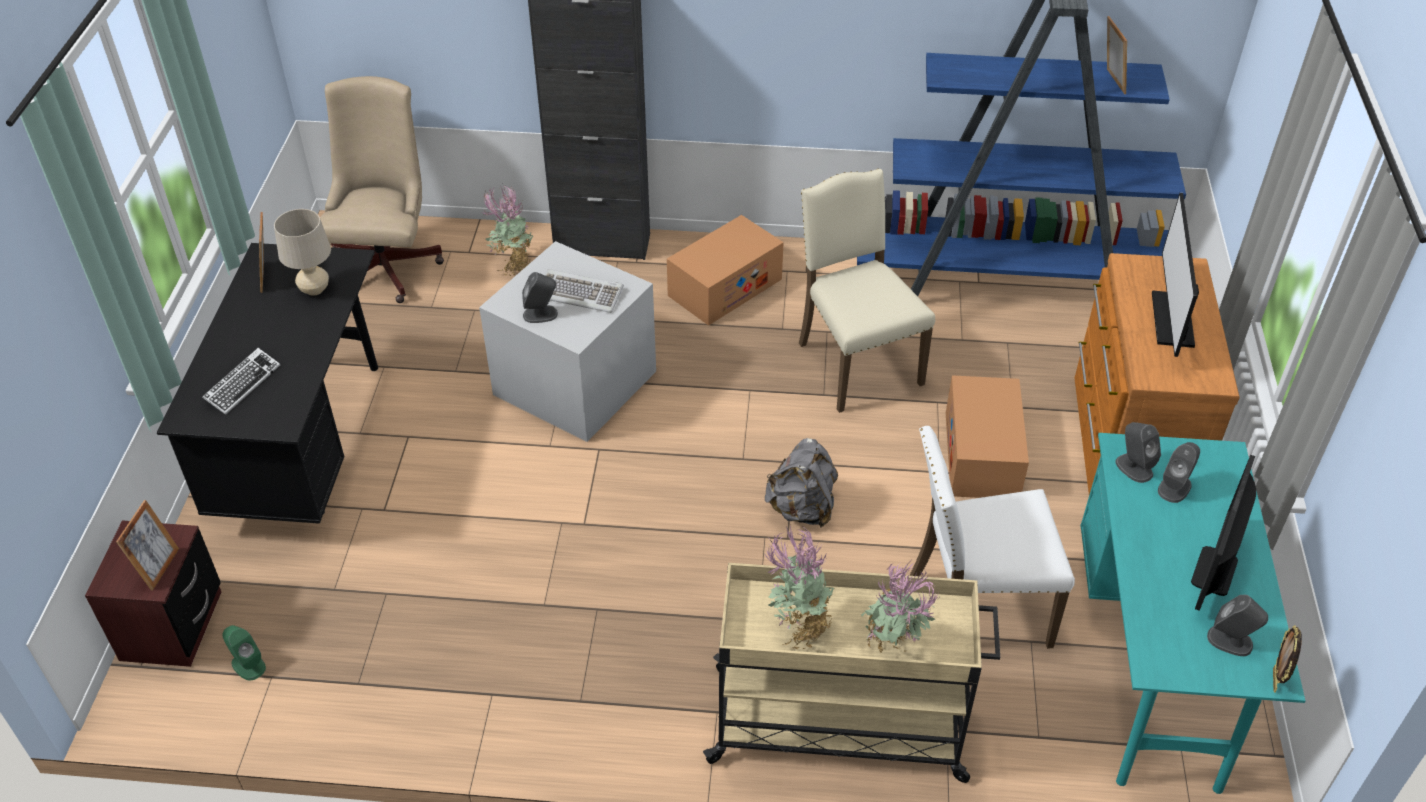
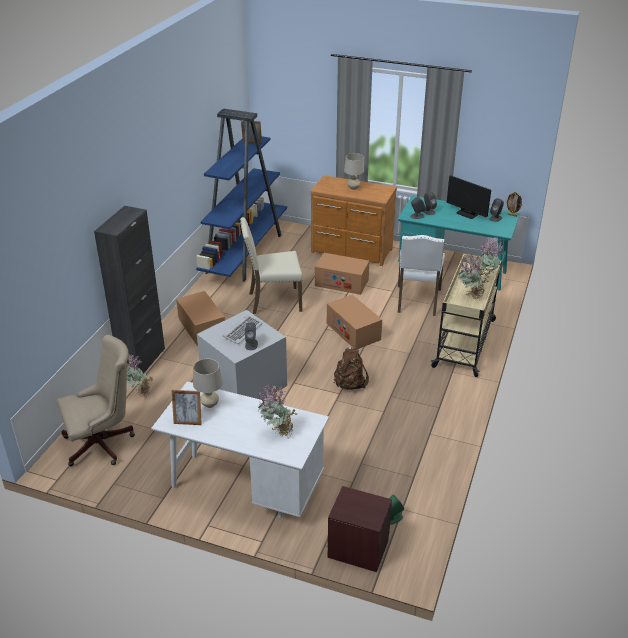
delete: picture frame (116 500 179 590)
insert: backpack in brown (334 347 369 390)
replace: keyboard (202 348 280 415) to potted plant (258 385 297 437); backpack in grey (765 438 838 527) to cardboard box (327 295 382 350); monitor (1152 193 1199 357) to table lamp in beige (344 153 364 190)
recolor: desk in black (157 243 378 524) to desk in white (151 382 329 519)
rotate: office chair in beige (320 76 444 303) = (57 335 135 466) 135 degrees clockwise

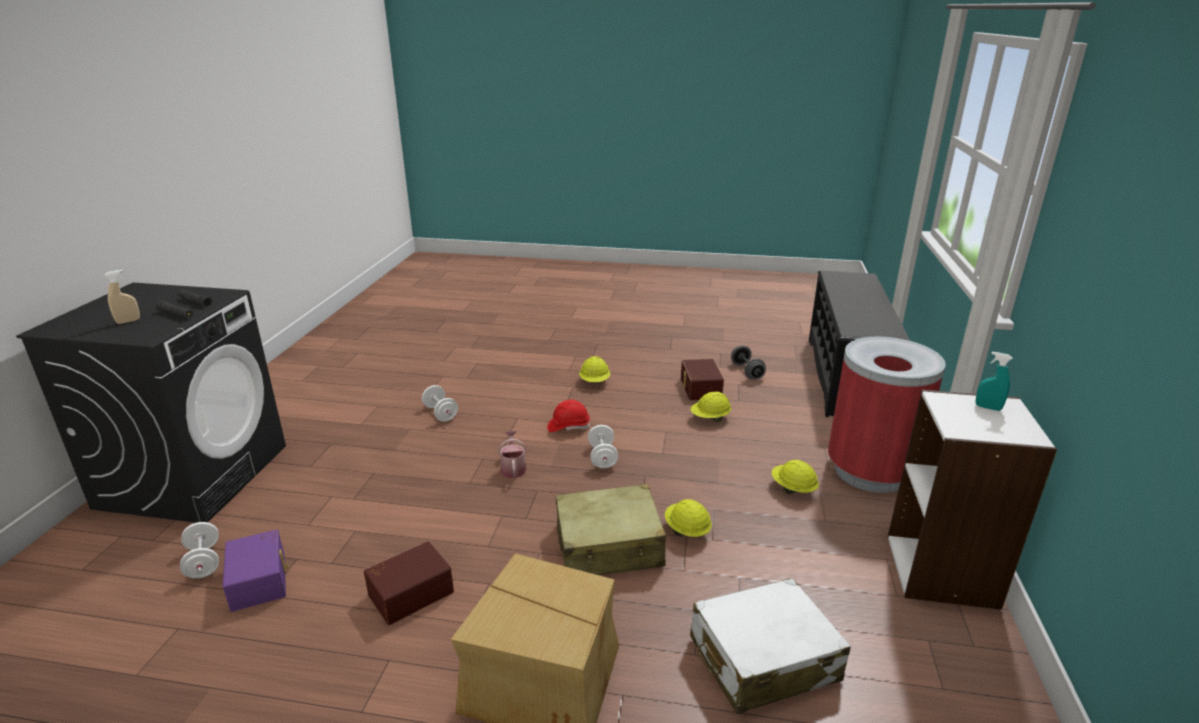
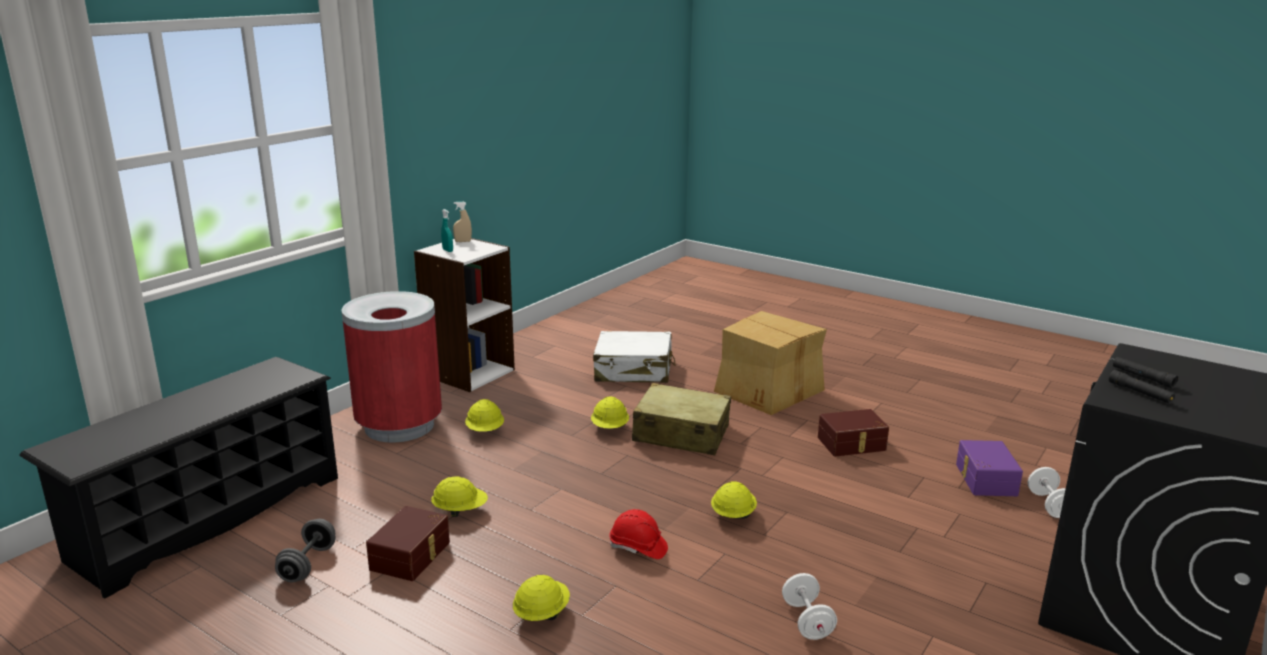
delete: dumbbell in white (588 425 618 468)
move: spray bottle in beige (105 269 140 324) to (453 202 472 242)
replace: watering can (498 431 527 478) to hard hat in yellow (711 481 757 519)

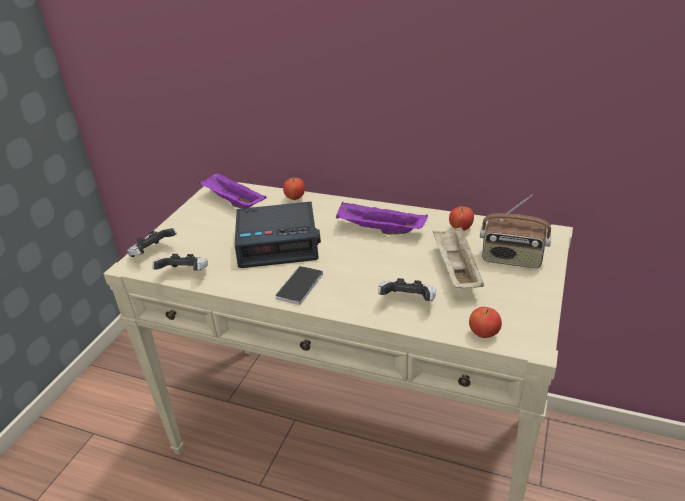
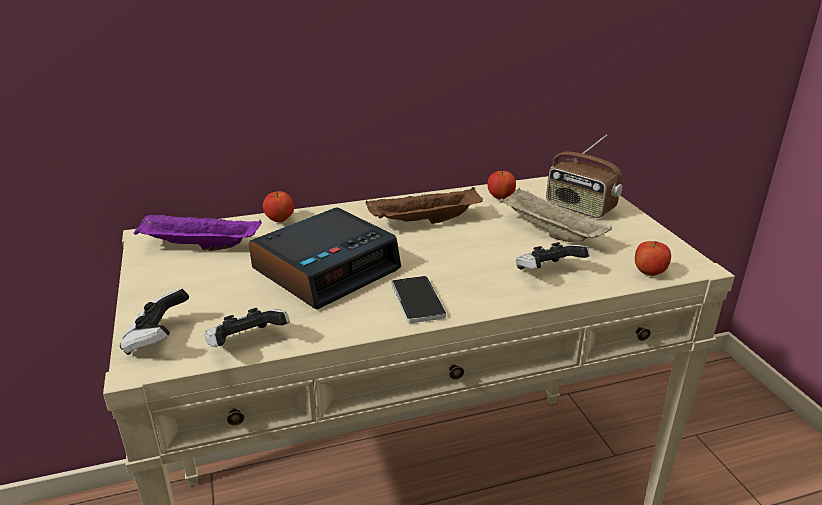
recolor: tray in purple (336 202 428 234) to tray in brown (366 187 483 224)
rotate: radio (480 195 552 268) = (546 135 622 218) 60 degrees clockwise

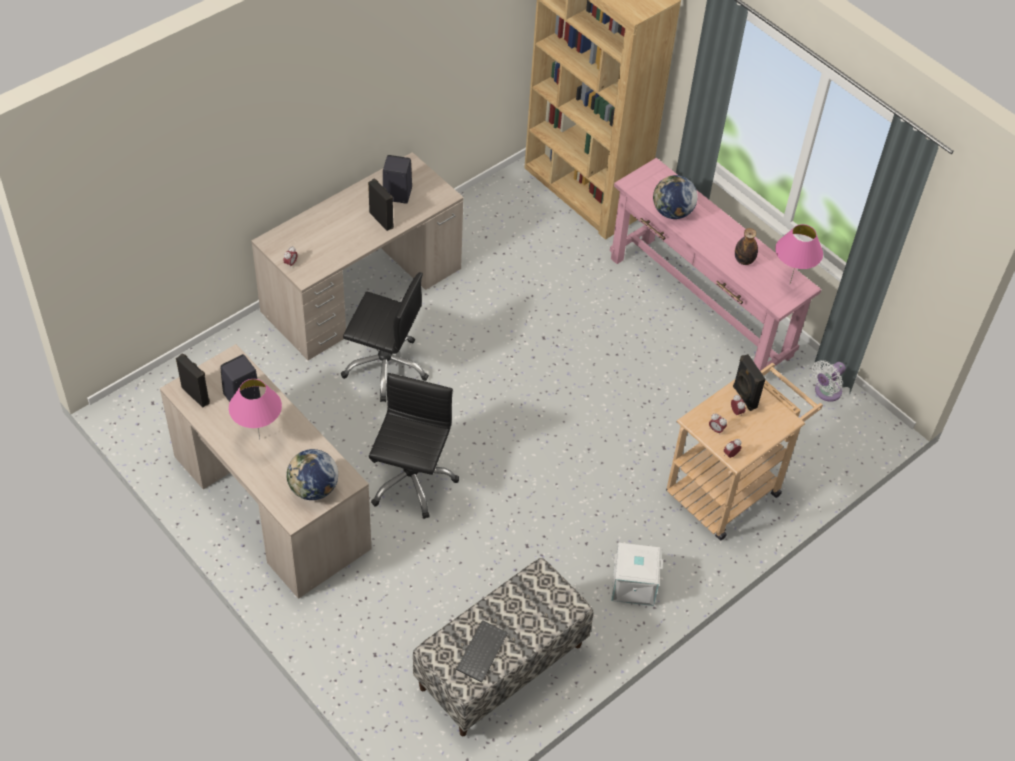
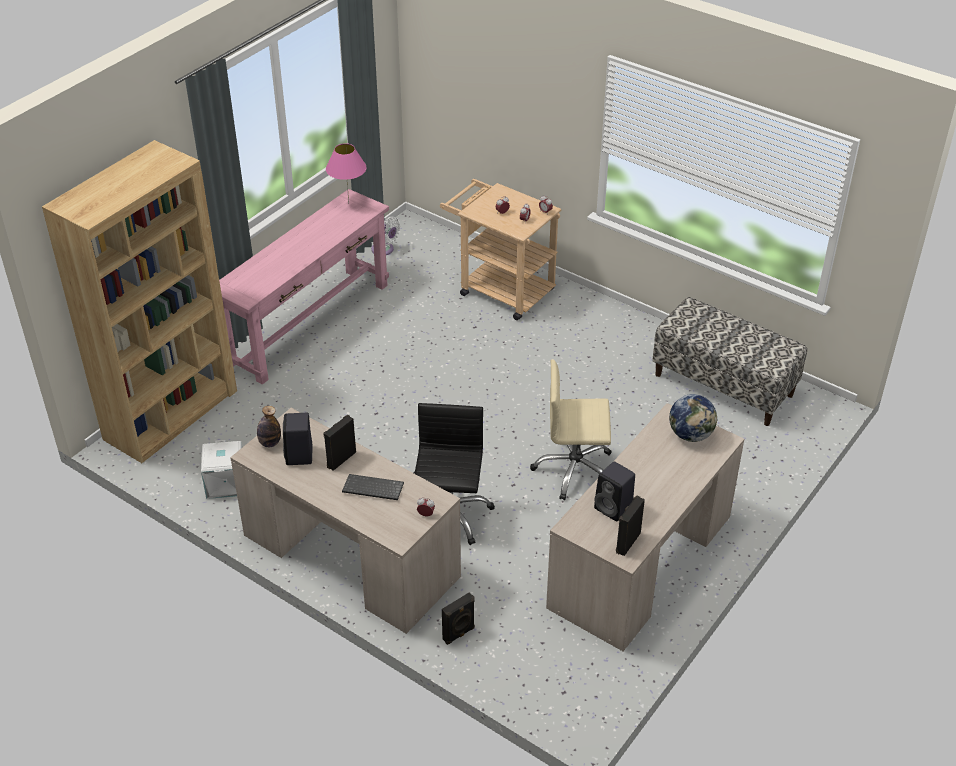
delete: table lamp in pink (229 379 282 439); globe (653 175 698 219)
move: storage box in white (611 542 663 606) to (201 440 242 499); bottle (735 228 758 265) to (257 406 281 447); keyboard (456 620 508 682) to (342 474 404 500); speaker in black (733 354 765 411) to (442 593 475 645)
recolor: office chair in black (369 373 459 519) to office chair in beige (530 359 612 500)

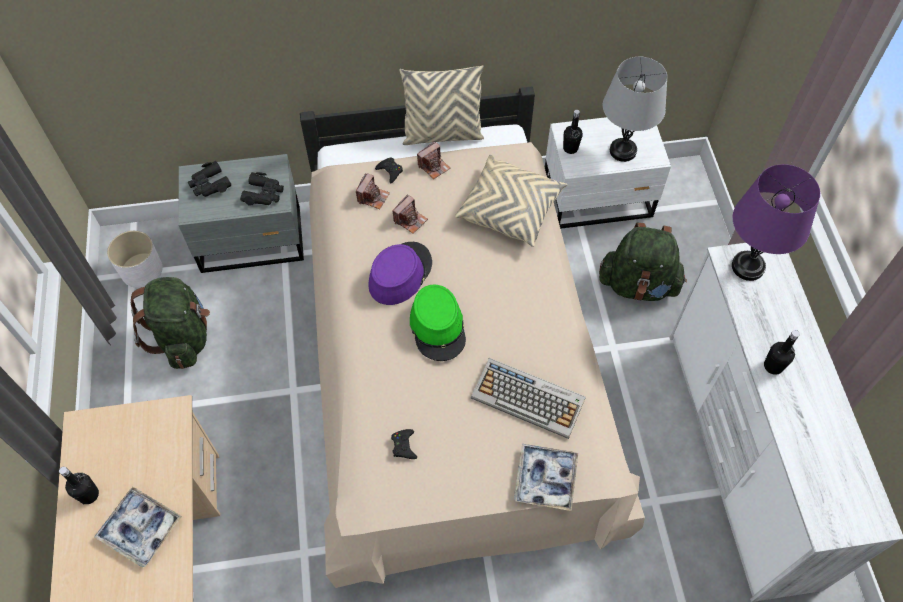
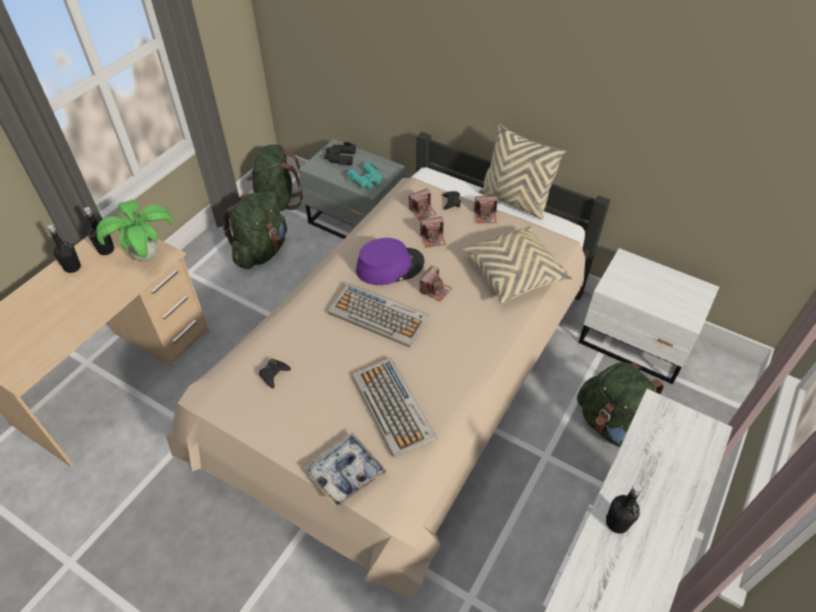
delete: tray (94 487 182 567); table lamp in grey (603 57 667 162); table lamp in purple (732 164 820 281)
insert: potted plant (96 199 172 262); photo camera (420 265 452 302)
move: bottle in black (563 110 583 154) to (84 207 114 255)
replace: planter in white (107 231 162 288) to backpack in green (247 145 303 213); hat in green (410 284 466 361) to keyboard (328 283 429 348)
recolor: binoculars in black (240 172 284 206) to binoculars in turquoise (347 162 382 189)

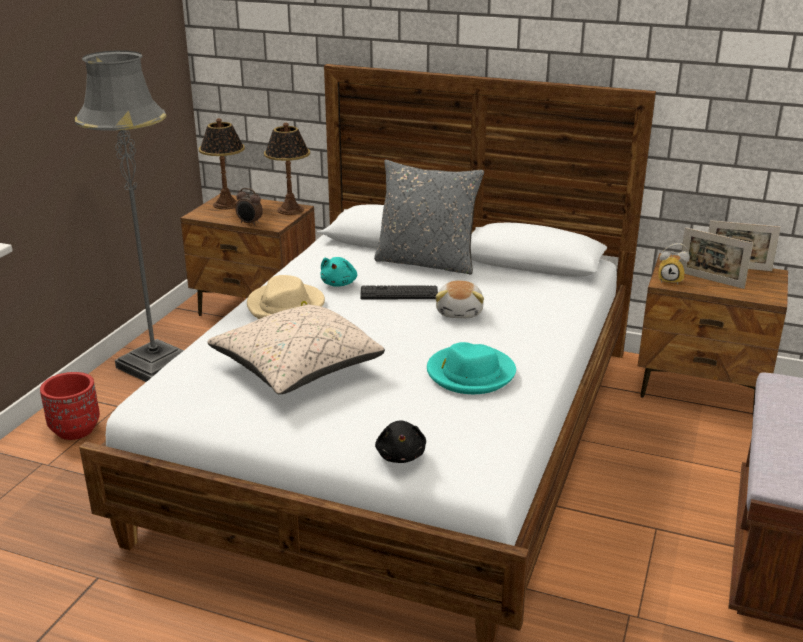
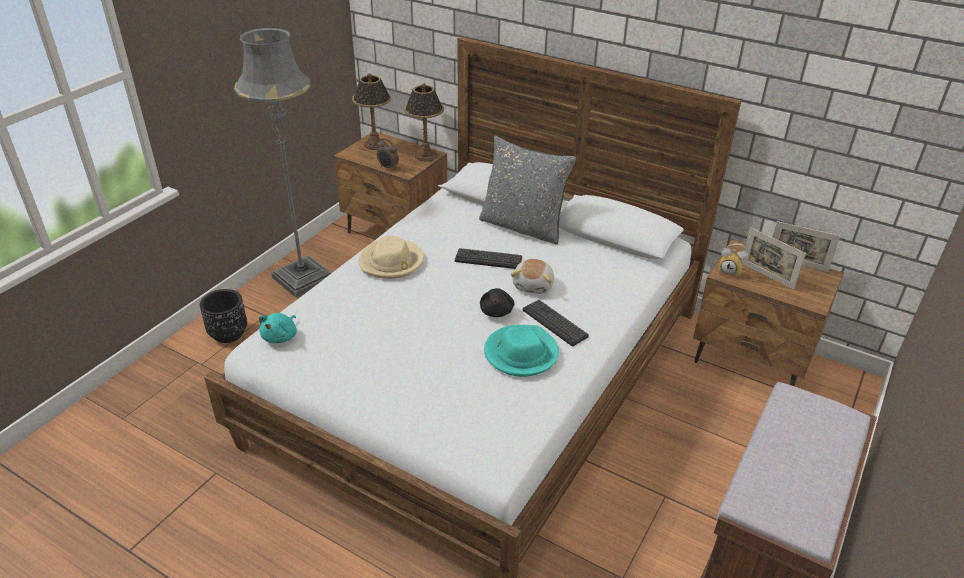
delete: pillow in beige (207 304 385 394)
insert: keyboard (523 300 589 346)
move: plush toy in turquoise (320 257 357 287) to (259 313 297 343); plush toy in black (375 420 426 463) to (480 288 514 317)
recolor: planter in red (40 372 100 440) to planter in black (200 289 247 343)

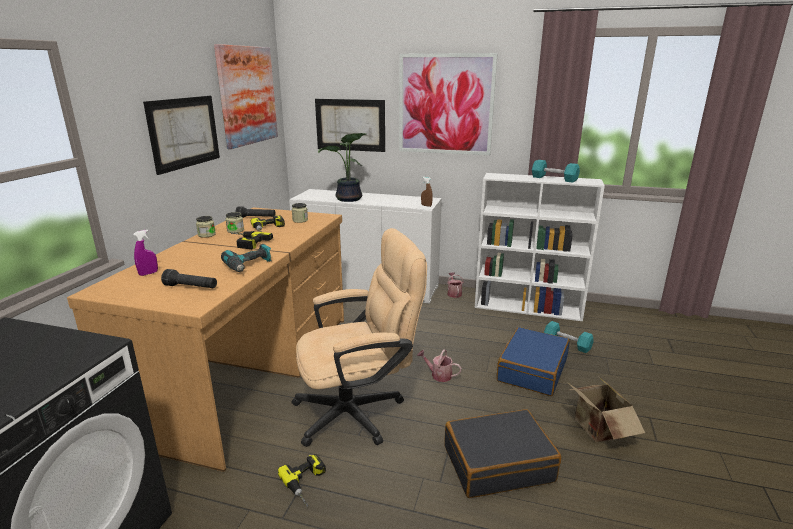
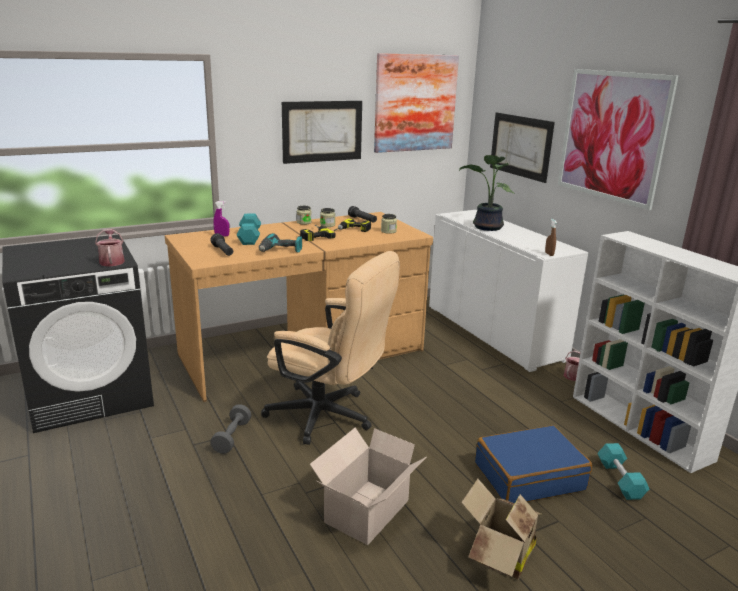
move: watering can (417 349 462 382) to (95 229 125 267); dumbbell in turquoise (532 160 580 183) to (237 214 261 245)
replace: power drill (278 454 326 507) to dumbbell in grey (210 404 251 454); suitcase in black (444 409 561 498) to cardboard box (310 427 426 545)

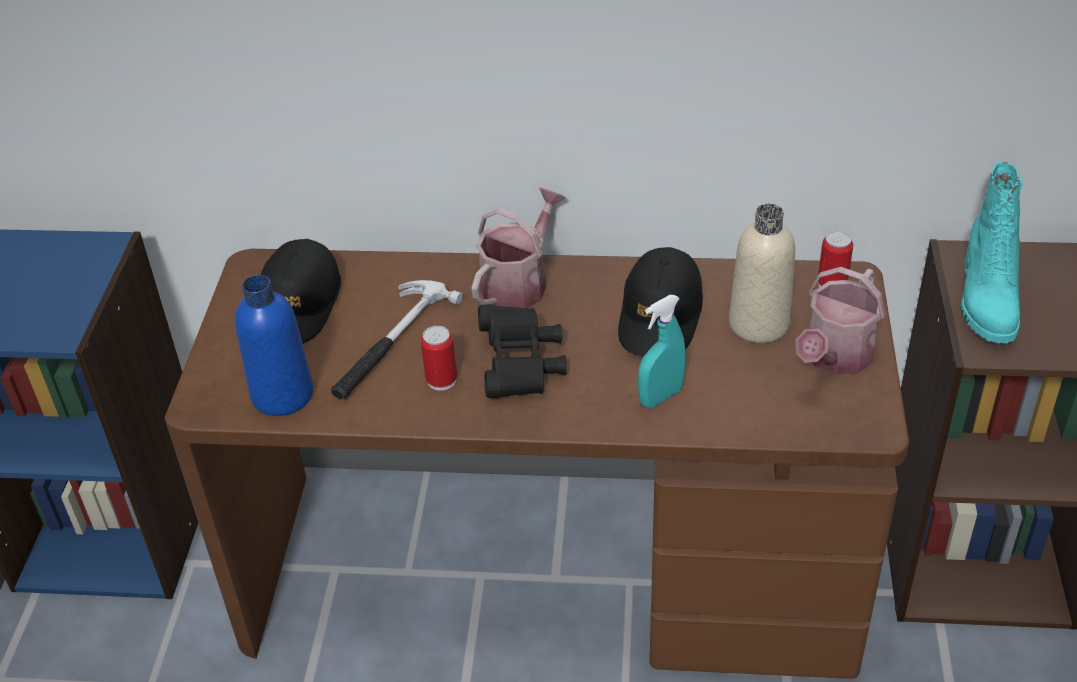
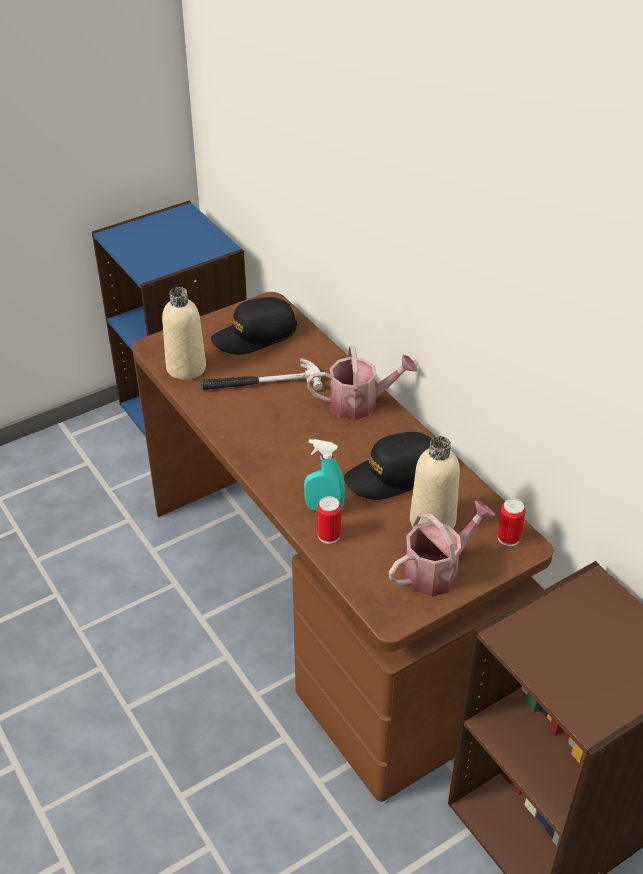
delete: binoculars in black (478 304 567 398); boot in turquoise (960 162 1023 344)
move: can (421 326 457 391) to (317 496 341 544)
recolor: bottle in blue (235 275 313 416) to bottle in beige (162 287 206 380)
rotate: watering can (795 267 885 375) = (389 501 495 597) 150 degrees clockwise

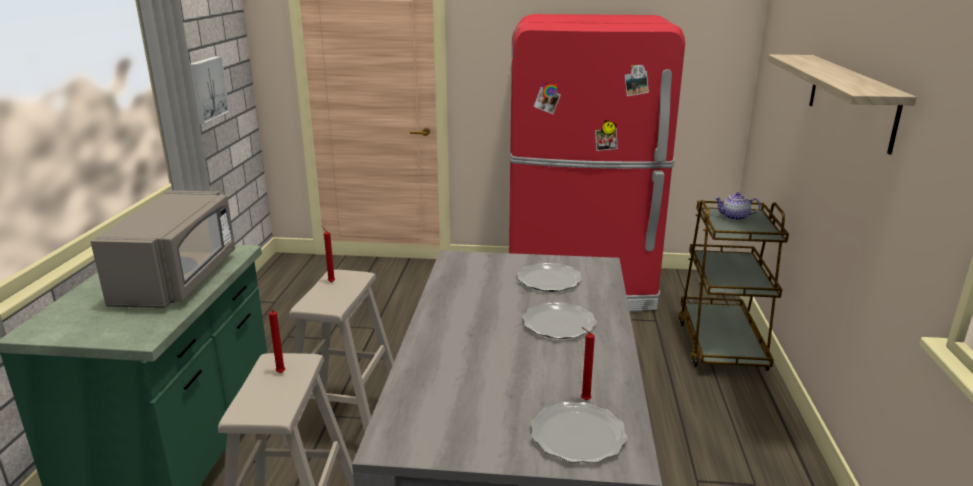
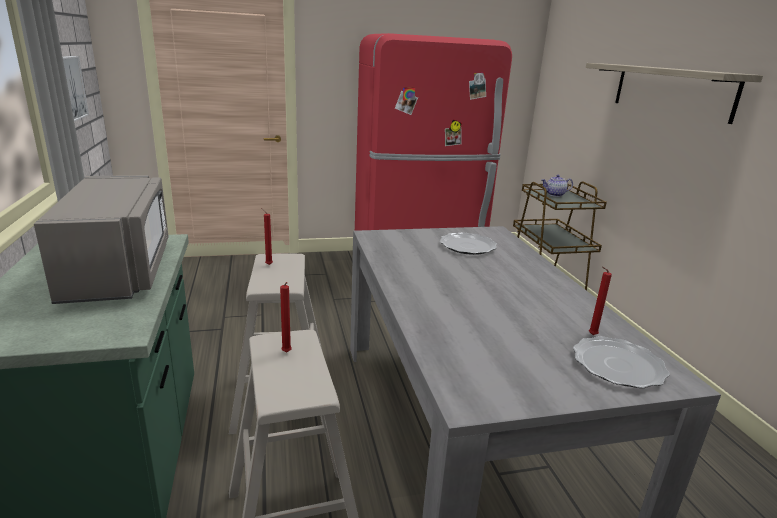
delete: plate (522 302 597 339)

